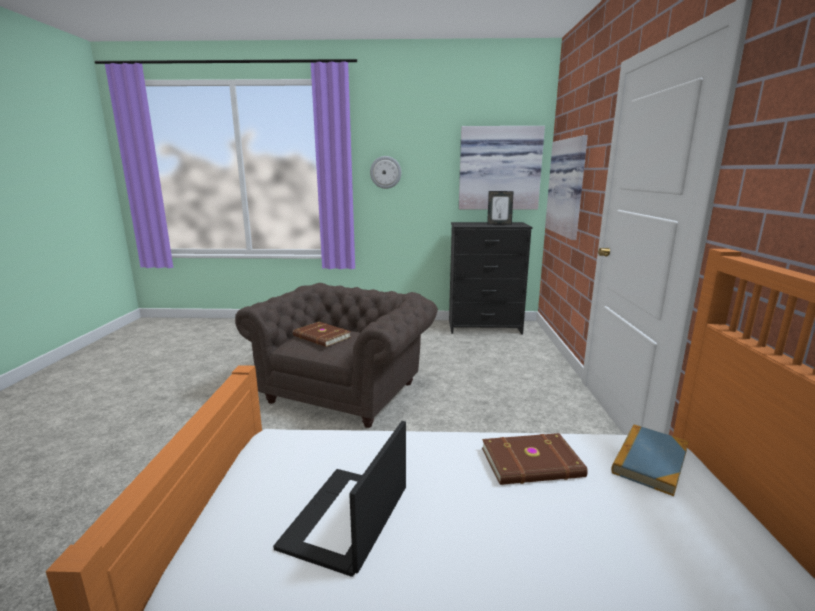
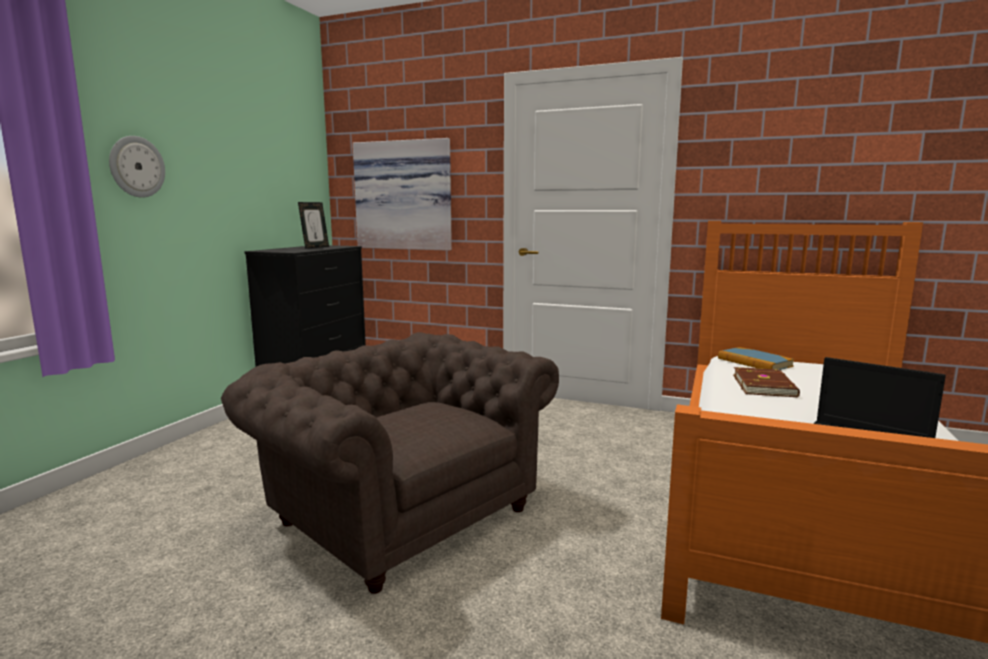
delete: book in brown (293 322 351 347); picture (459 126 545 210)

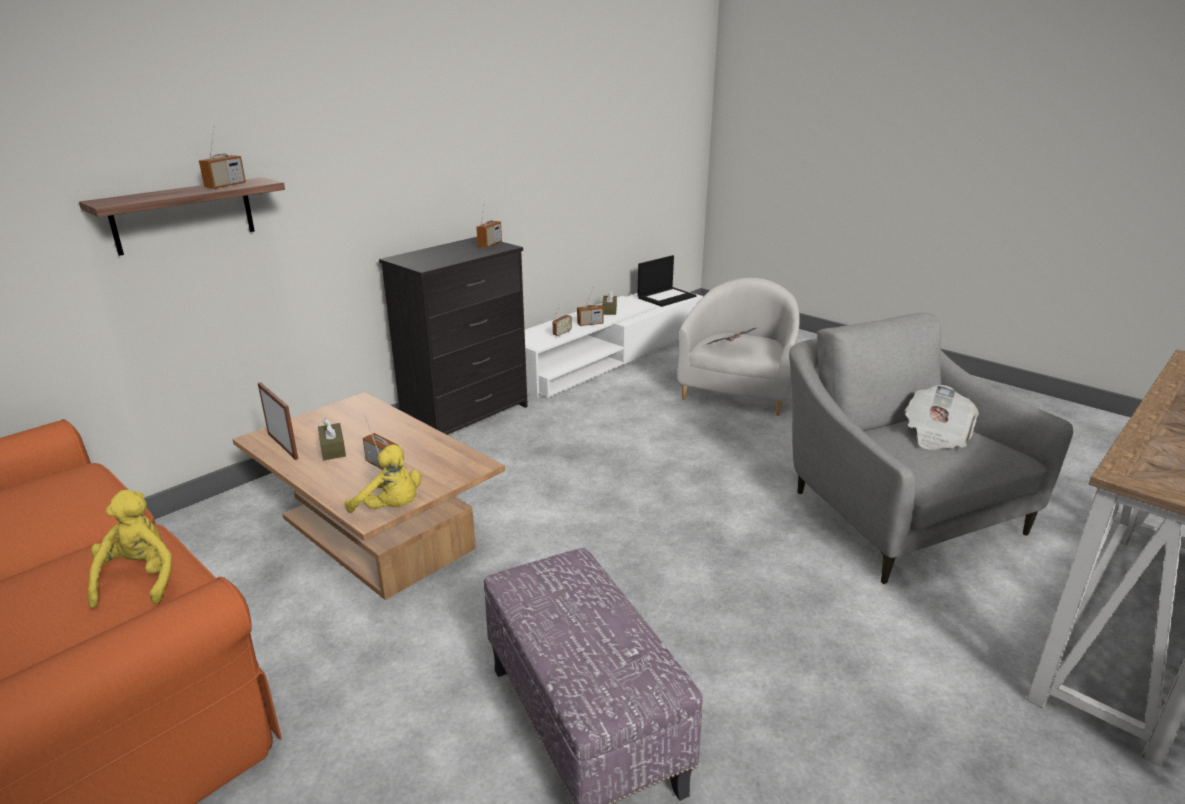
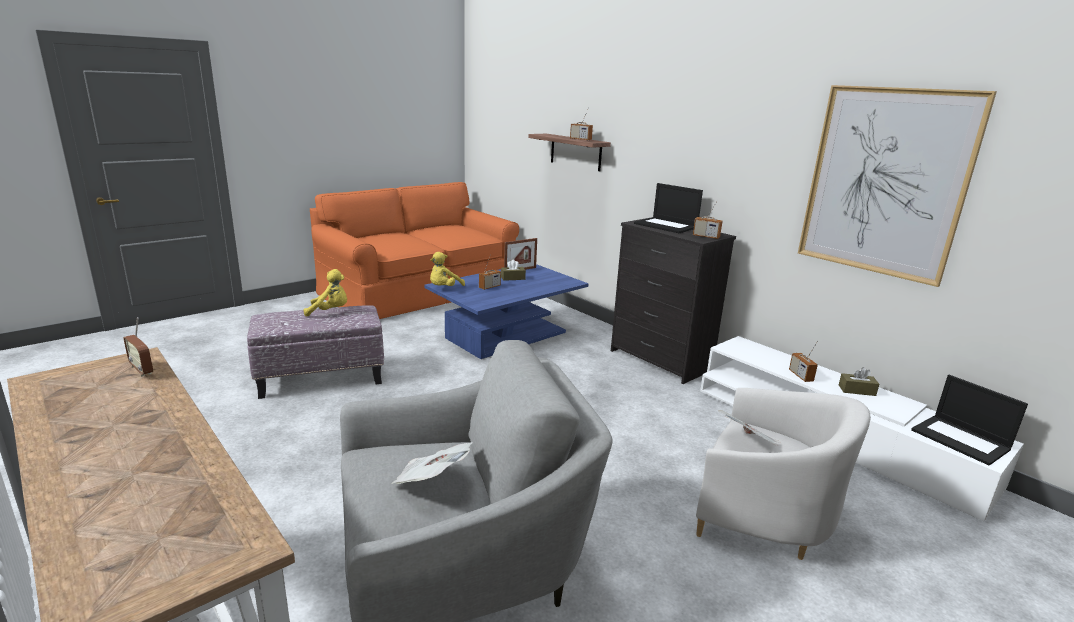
insert: laptop (634 183 703 233); picture (798 85 997 287)
move: radio (553 305 572 337) to (123 317 153 377); plush toy in yellow (88 490 172 608) to (304 269 347 317)
recolor: coffee table in brown (233 392 505 600) to coffee table in blue (425 264 589 359)

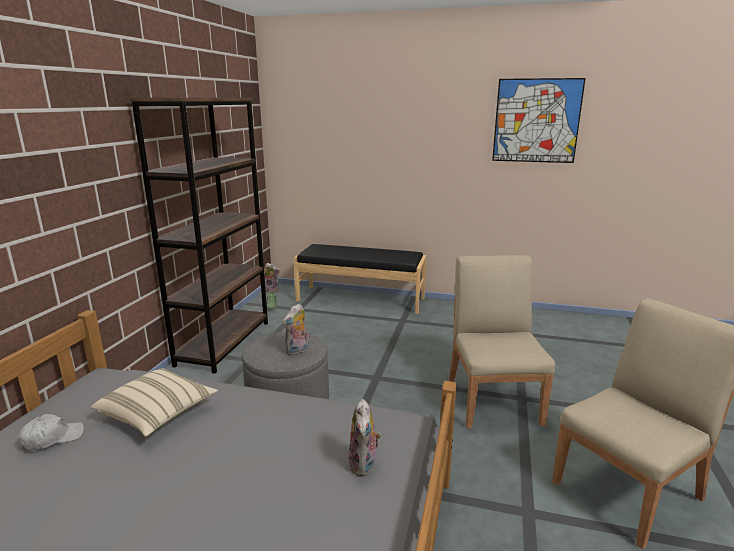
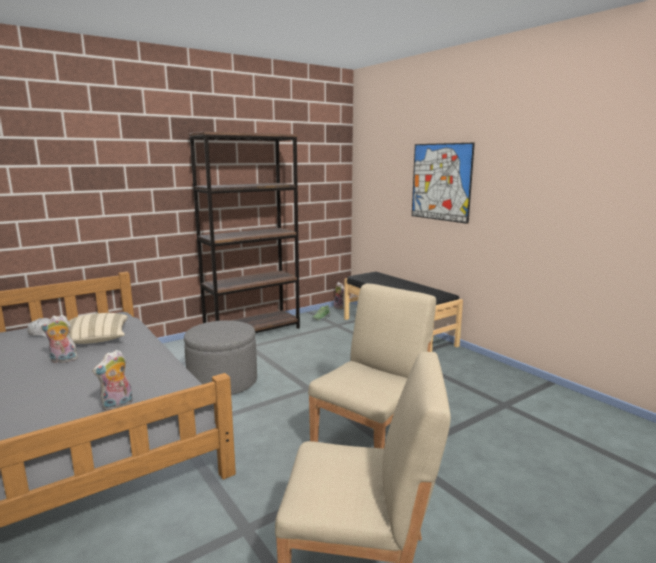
move: plush toy (282 303 309 356) to (41 315 78 363); picture (492 78 586 163) to (412 143 475 224)

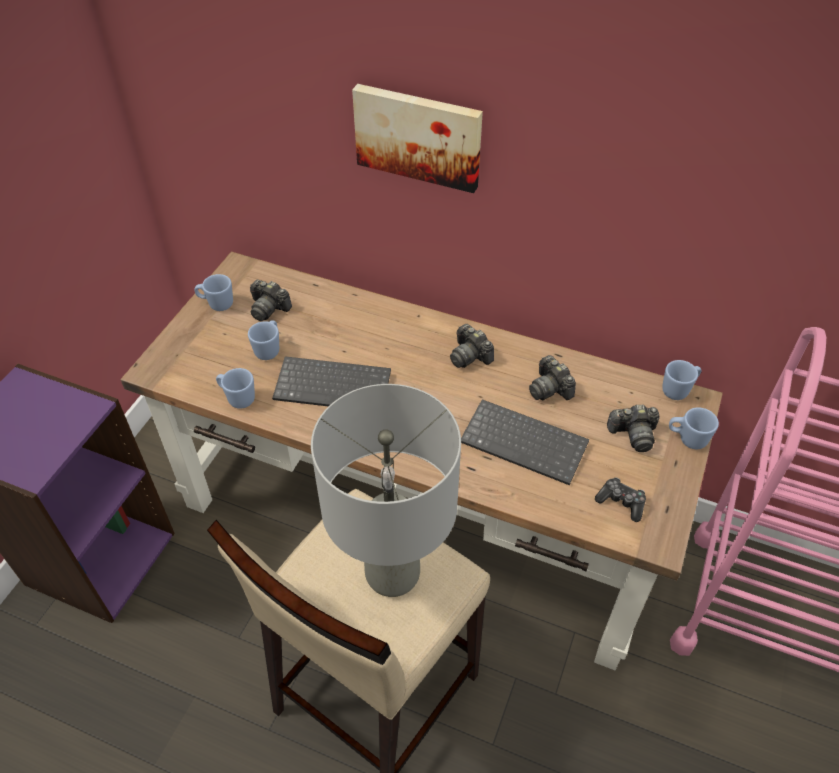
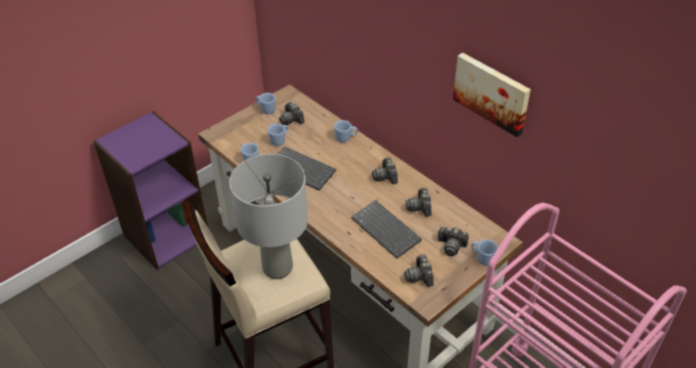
move: mug in blue (662 360 702 400) to (334 120 358 143); picture (352 84 483 193) to (453 53 531 137)
replace: game controller (595 477 646 522) to photo camera (404 255 434 287)

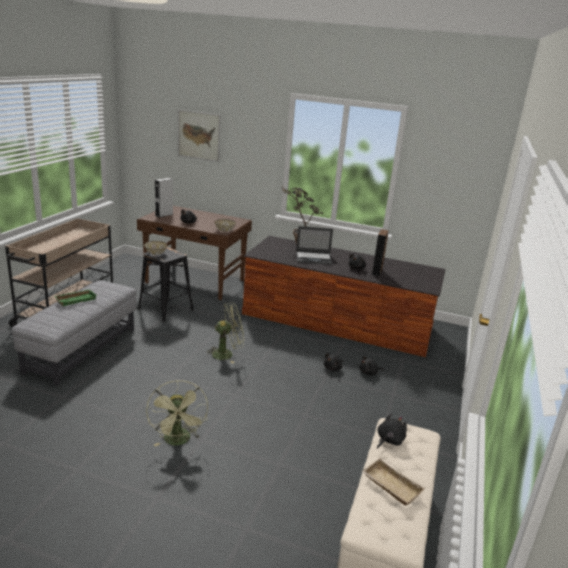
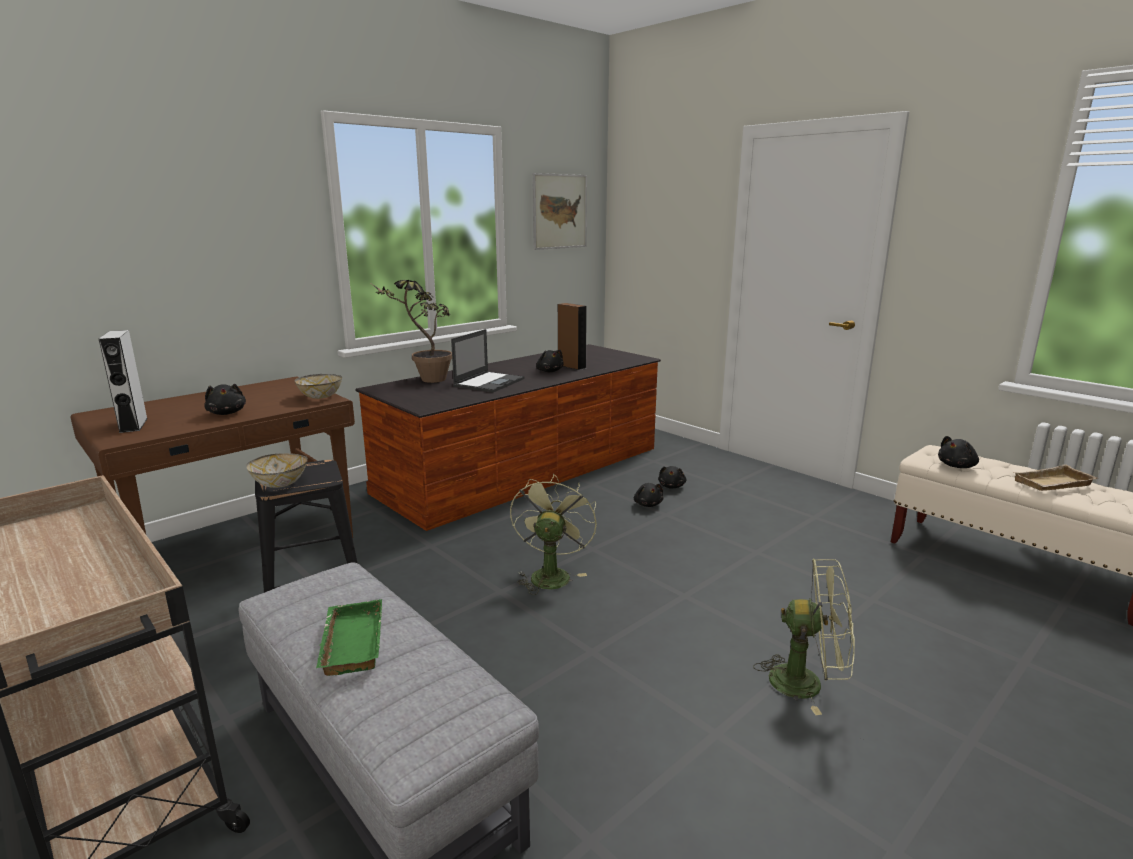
move: picture (178 109 221 162) to (532 173 587 250)
rotate: plush toy in black (377 413 407 449) = (938 436 979 468) 105 degrees counterclockwise

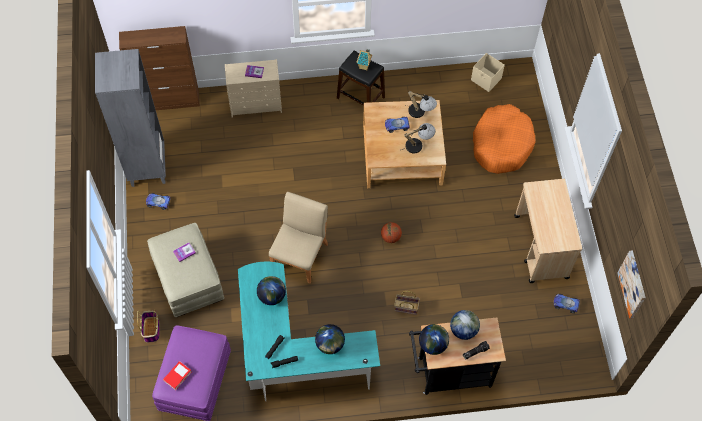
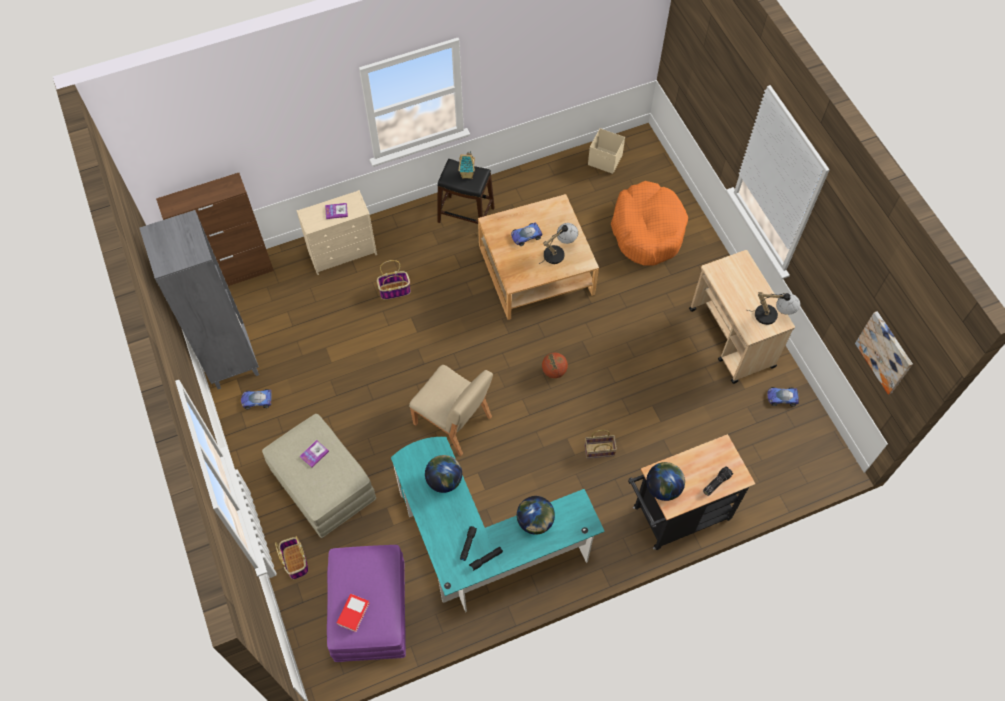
delete: globe (450 310 480 340)
insert: basket (377 260 411 300)
move: table lamp (404 91 437 118) to (747 292 801 325)
rotate: chair in beige (269 192 328 284) = (409 365 493 456) 120 degrees clockwise

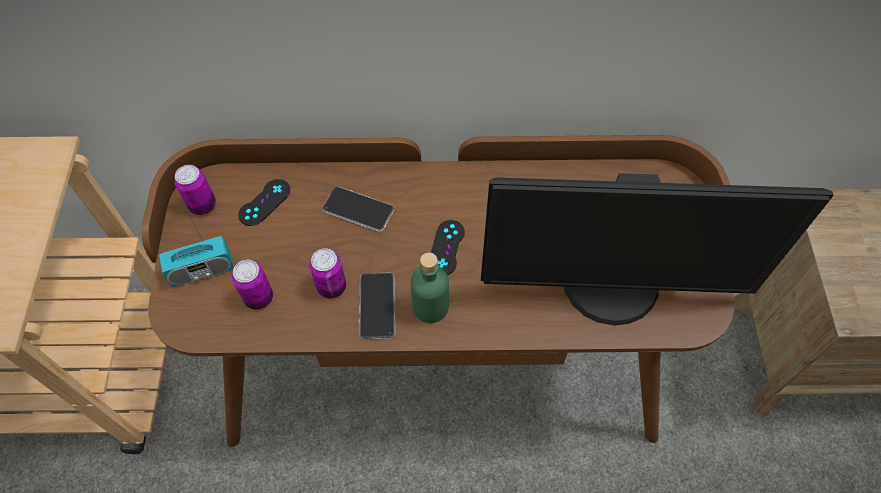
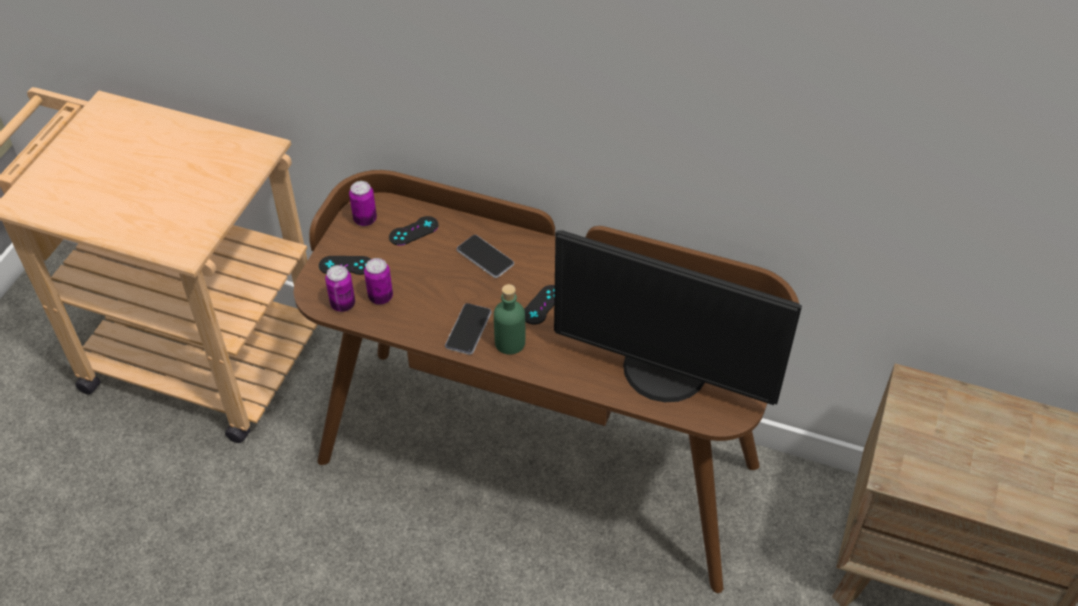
move: can (309 248 346 299) to (325 265 355 312)
replace: radio (159 208 234 287) to game controller in black (319 256 371 275)

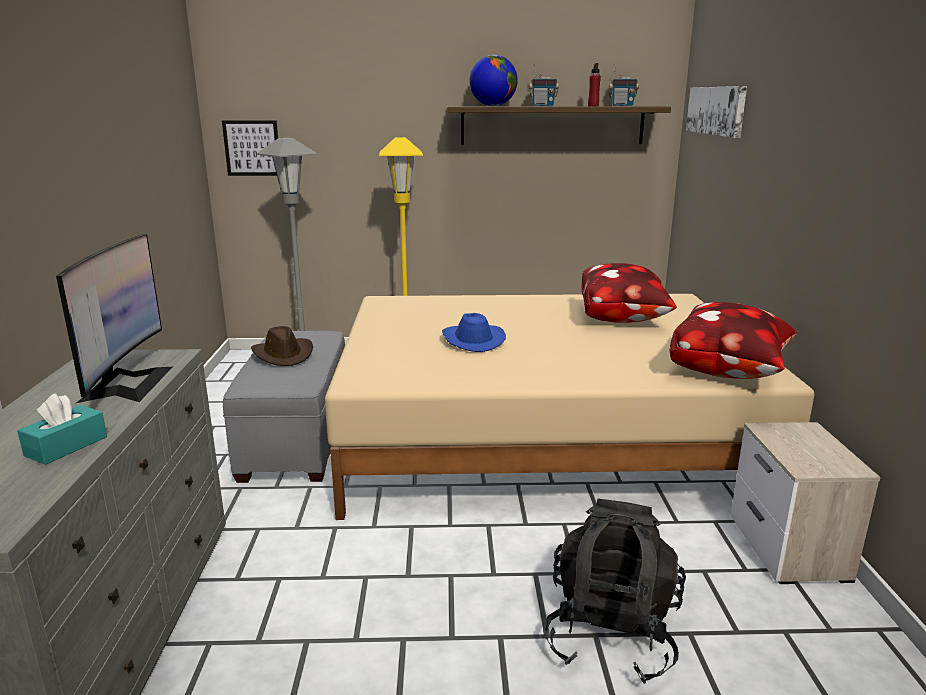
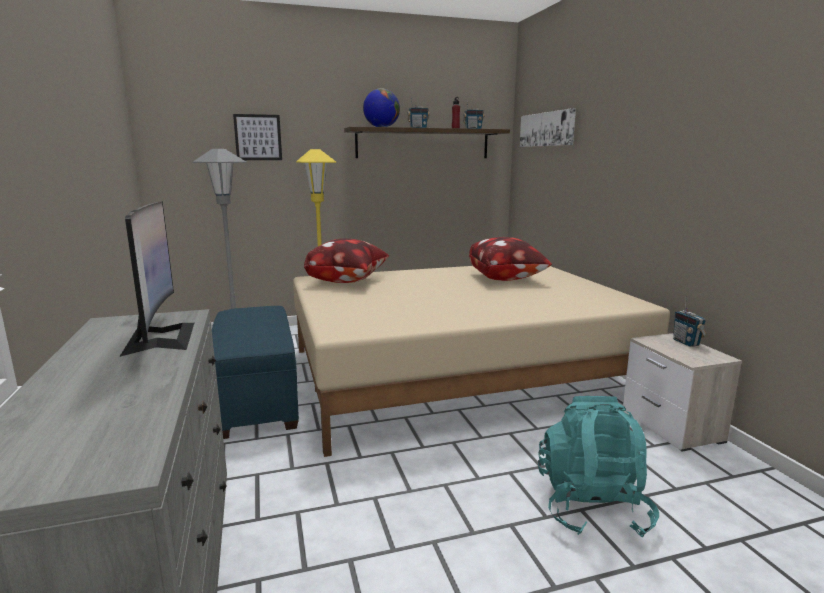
delete: tissue box in turquoise (17 393 107 465); hat in brown (251 326 313 366); hat in blue (442 313 506 352)
insert: radio (673 296 707 347)
move: picture (222 120 278 176) to (233 114 282 160); pillow (669 302 797 379) to (304 238 389 283)
recolor: ottoman in grey (223 331 345 483) to ottoman in blue (212 306 299 439); backpack in black (543 498 686 684) to backpack in turquoise (538 396 659 537)

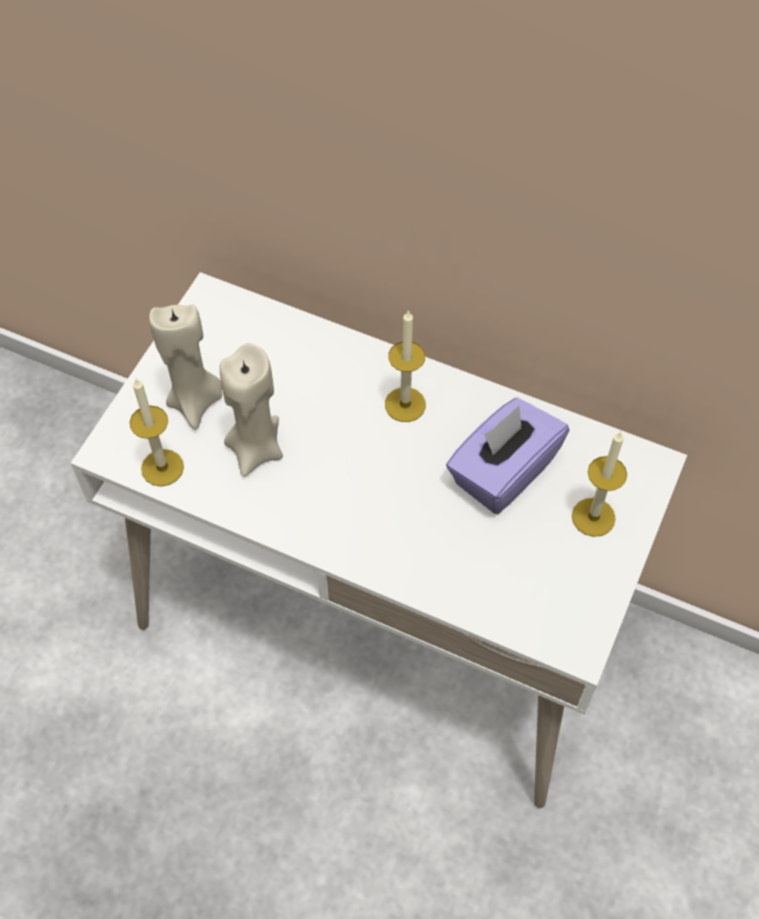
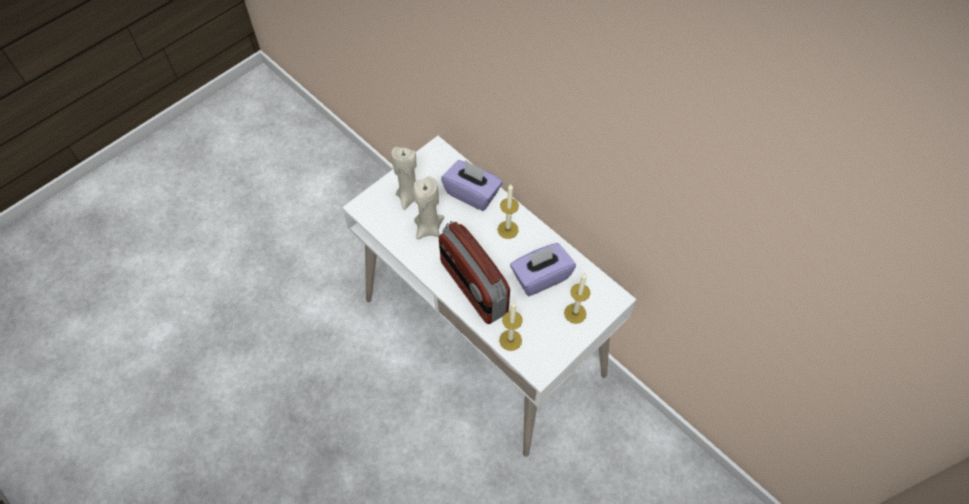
insert: radio (439 221 510 324); tissue box in purple (441 160 503 211)
move: candle (130 379 184 486) to (499 302 523 351)

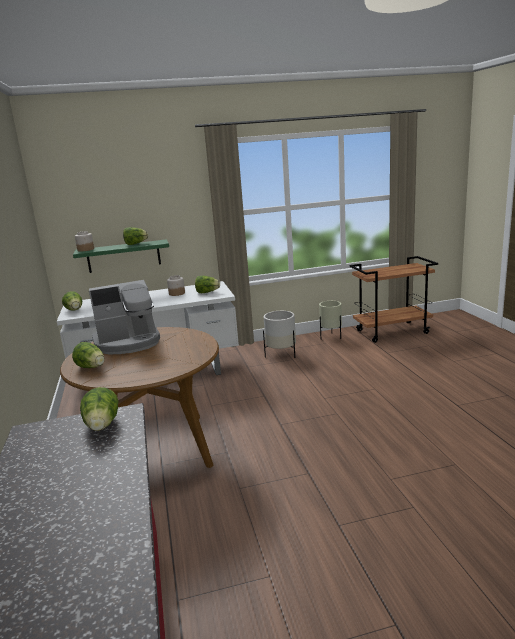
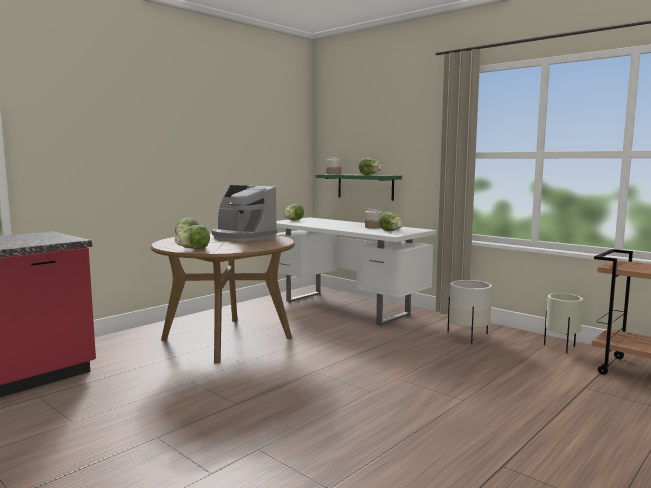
move: lettuce (80 387 119 431) to (175 225 210 249)

